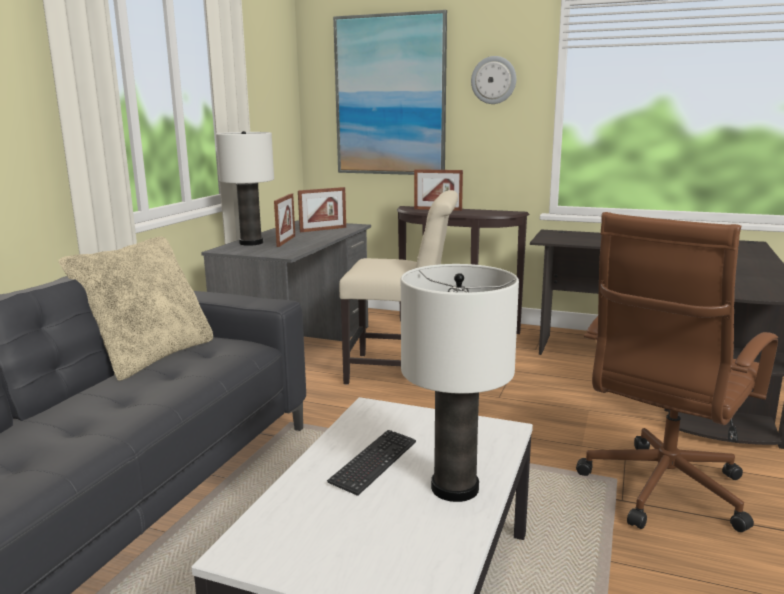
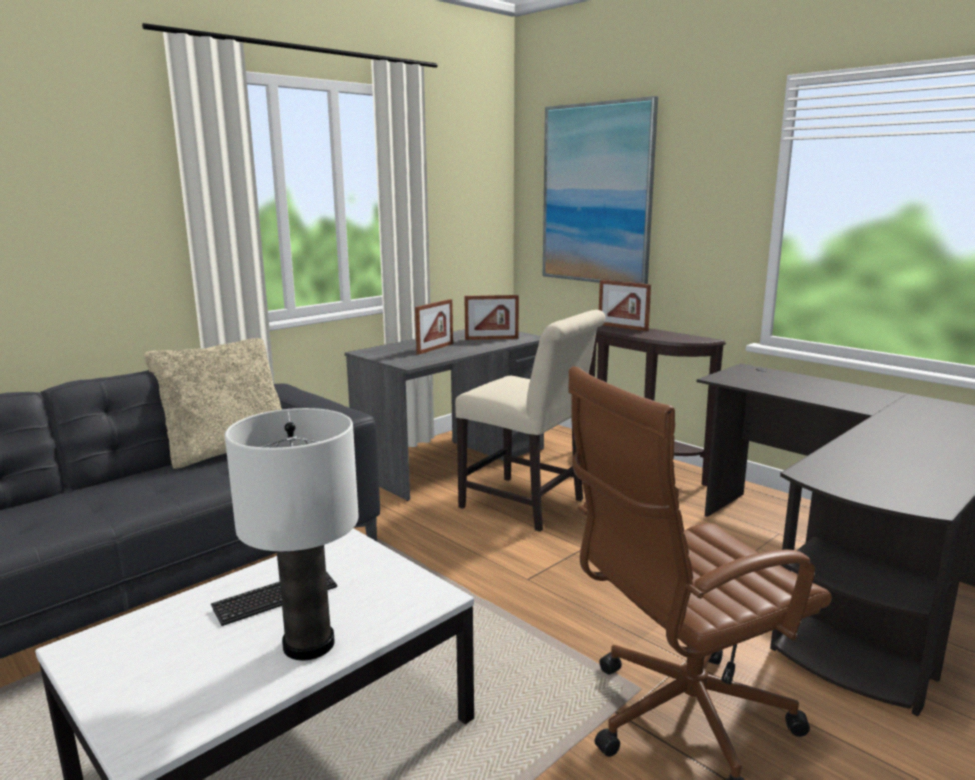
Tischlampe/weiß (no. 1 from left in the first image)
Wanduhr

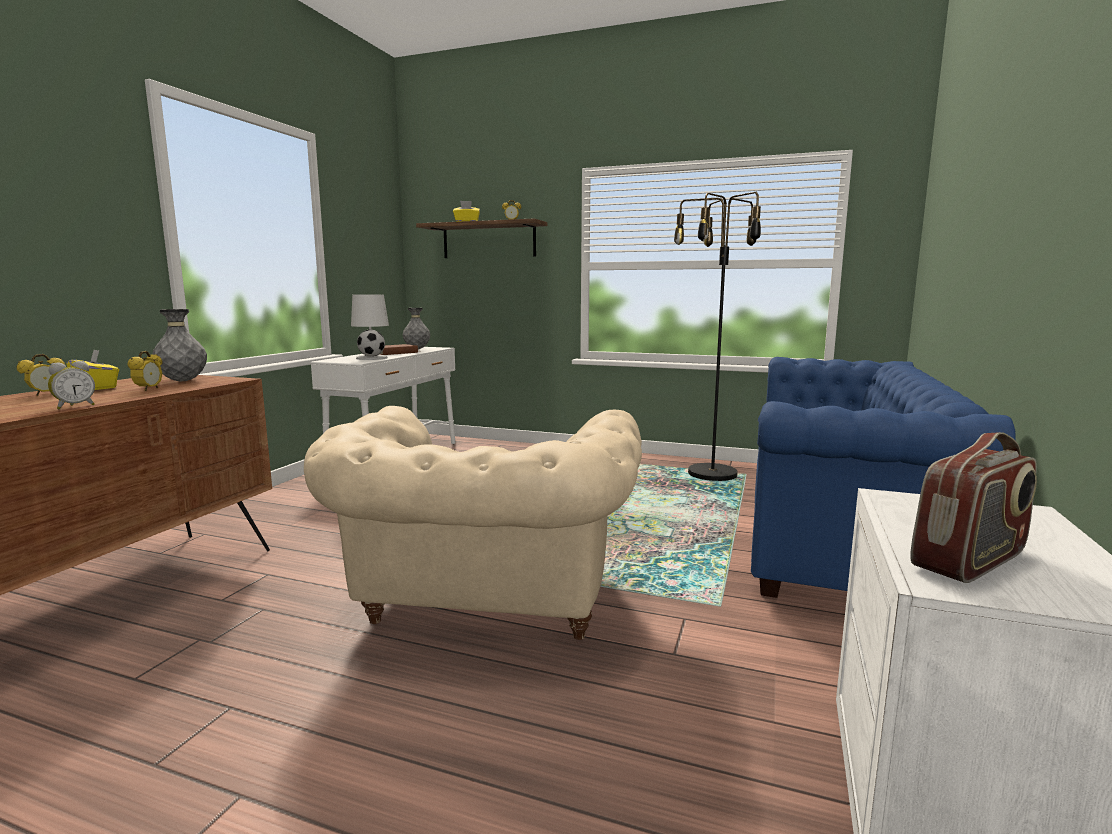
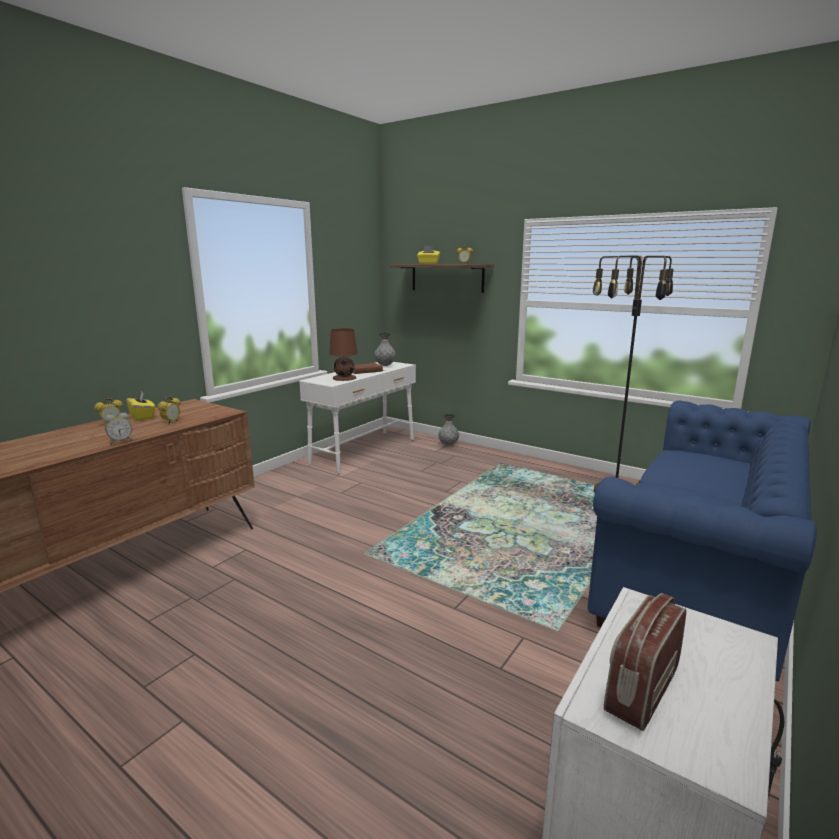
Sessel/beige
Vase/grau (no. 2 from left)
Tischlampe/braun
Radio

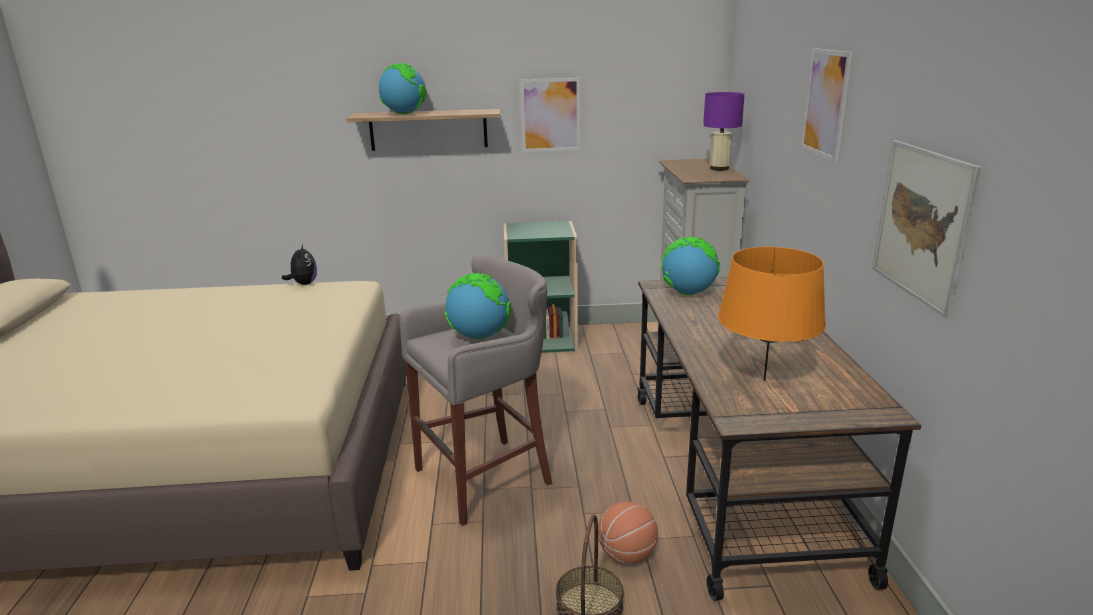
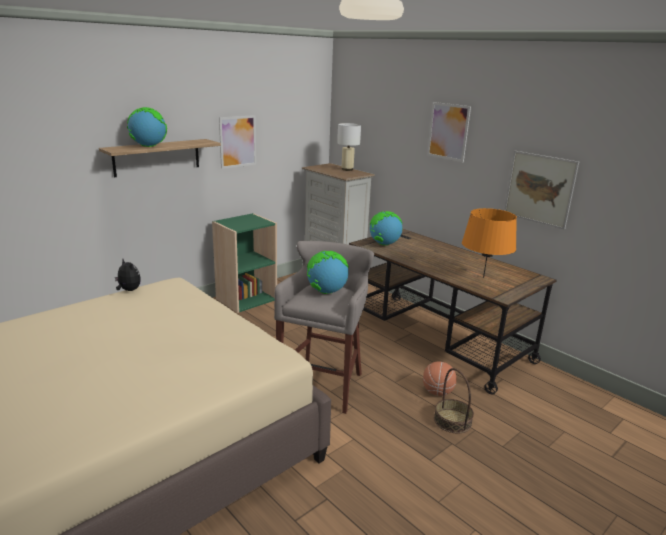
Tischlampe/weiß

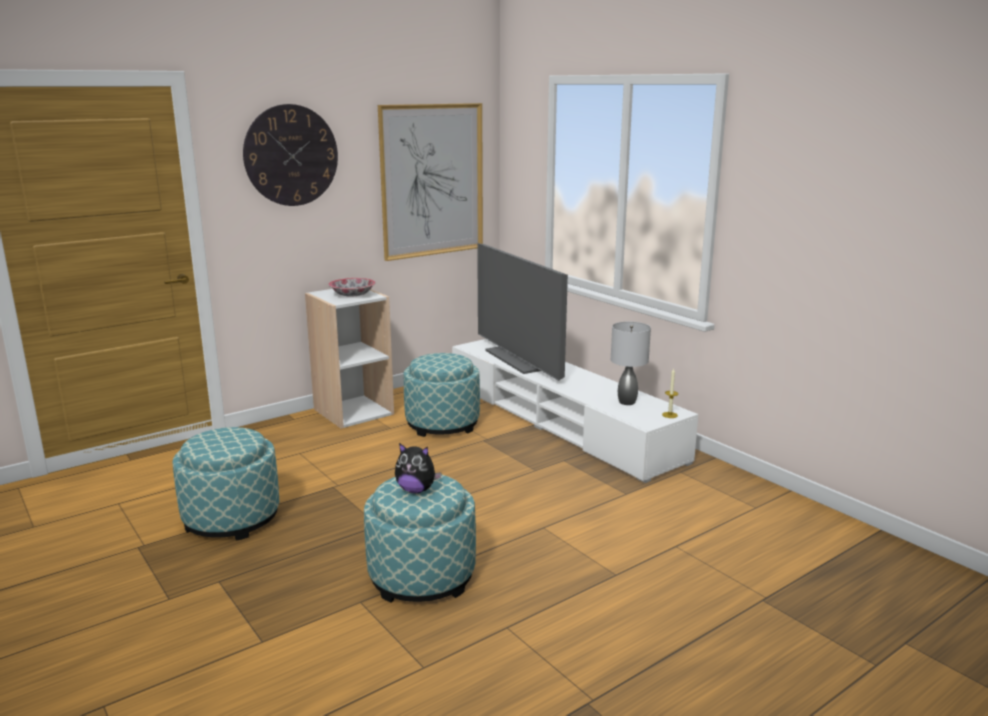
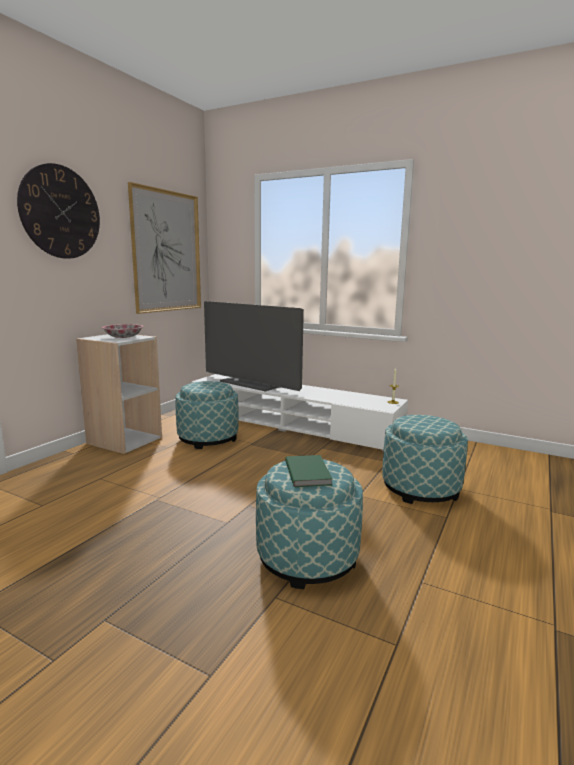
Tischlampe/grau
Polsterhocker (no. 3 from left)
Buch/grün

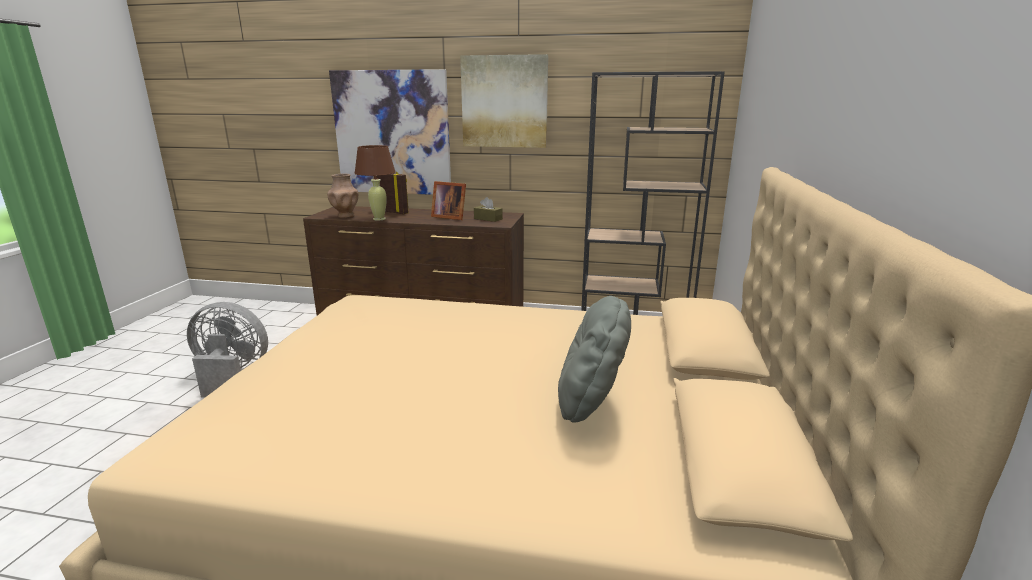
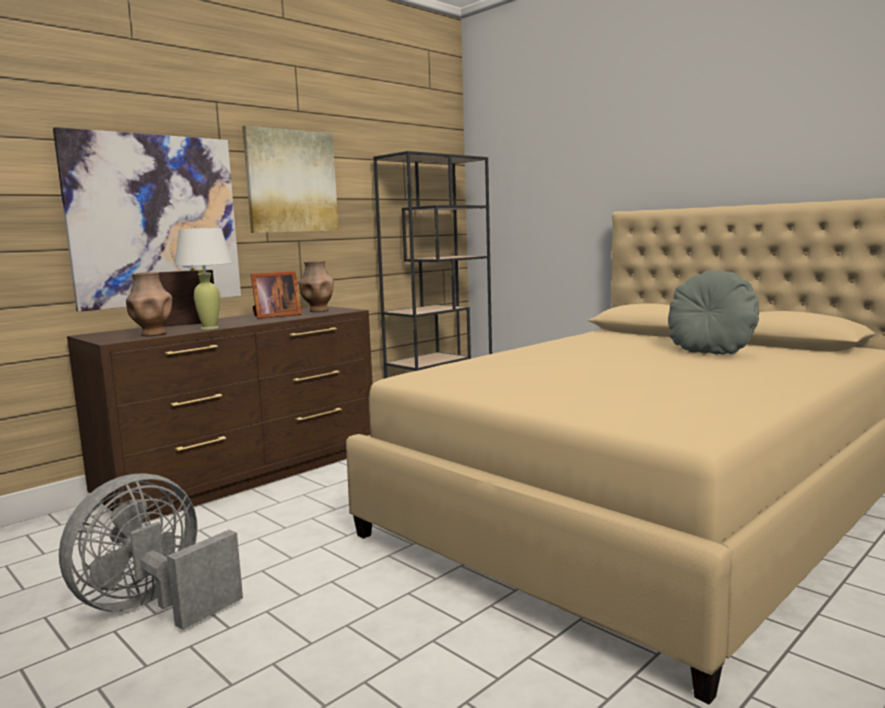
Vase/braun (no. 2 from left)
Tischlampe/weiß

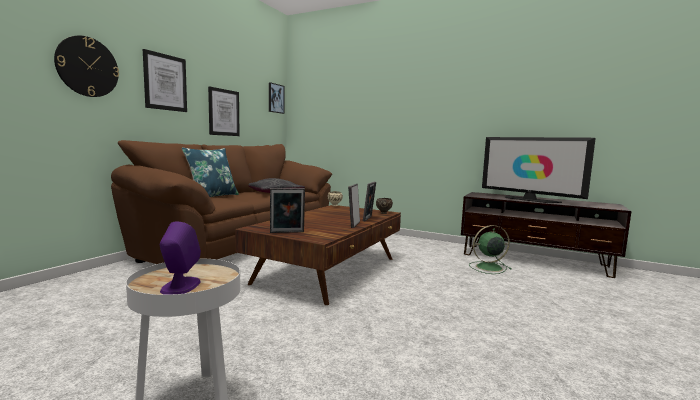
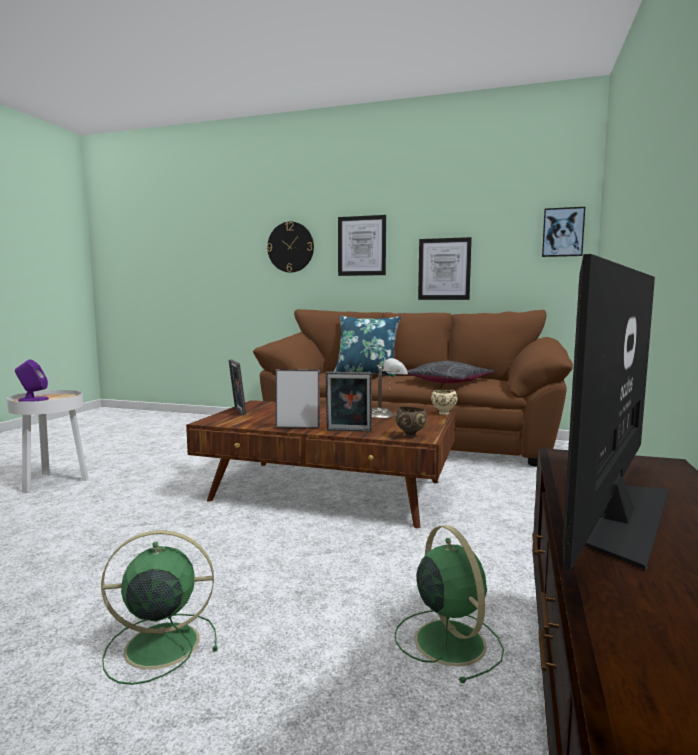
Ventilator/grün (no. 1 from left)
Tischlampe/weiß

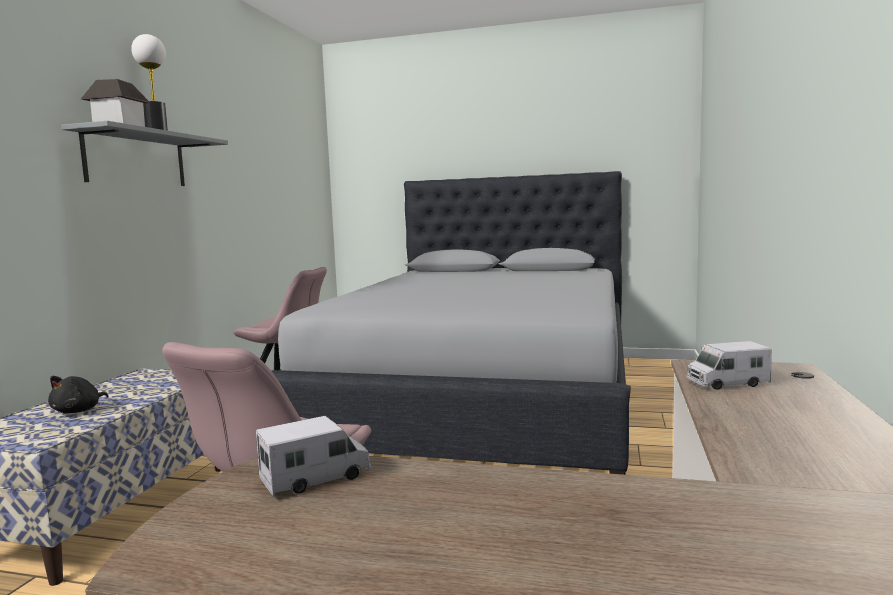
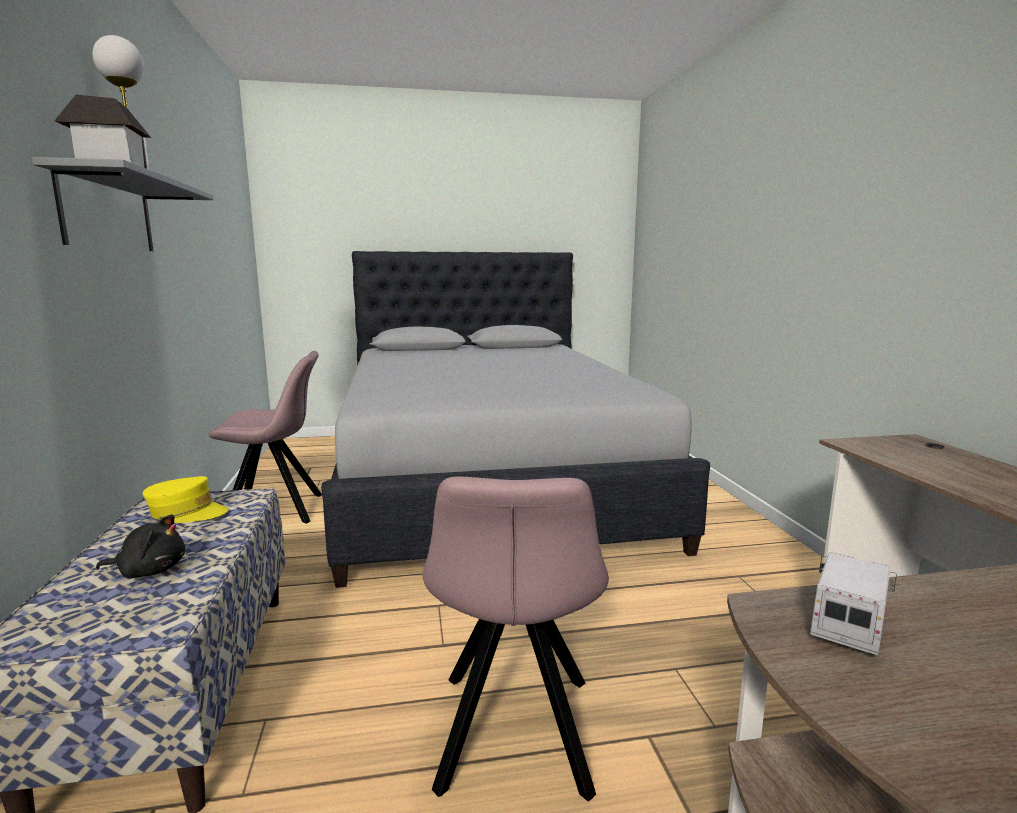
Spielzeuglaster (no. 2 from left in the first image)
Kappe/gelb
Plüschtier/schwarz

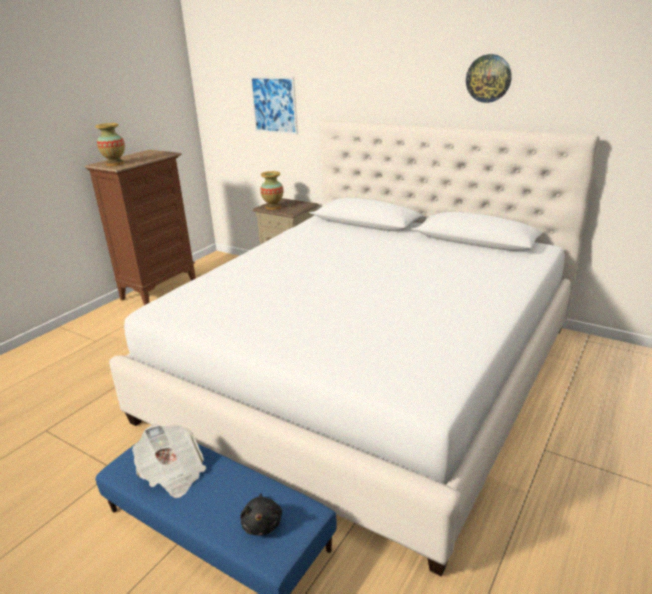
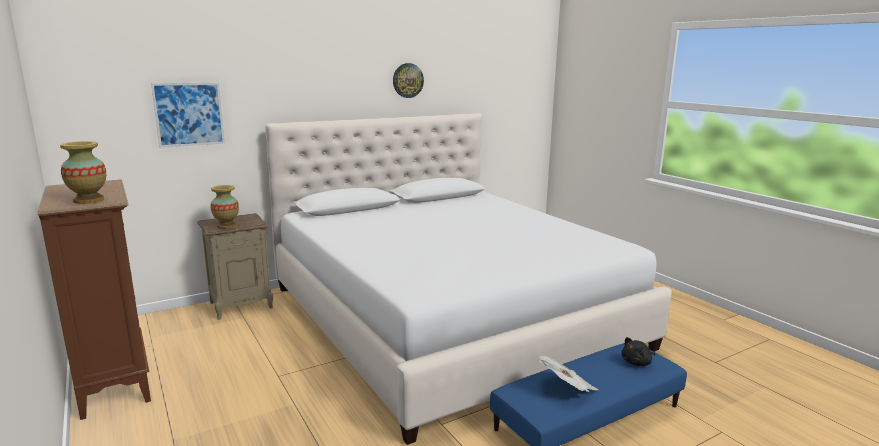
Plüschtier/schwarz

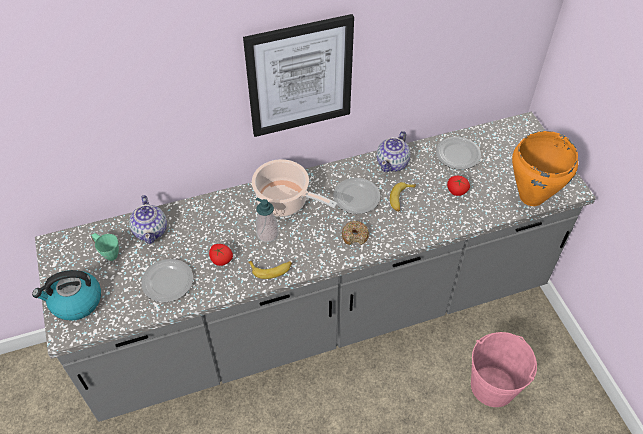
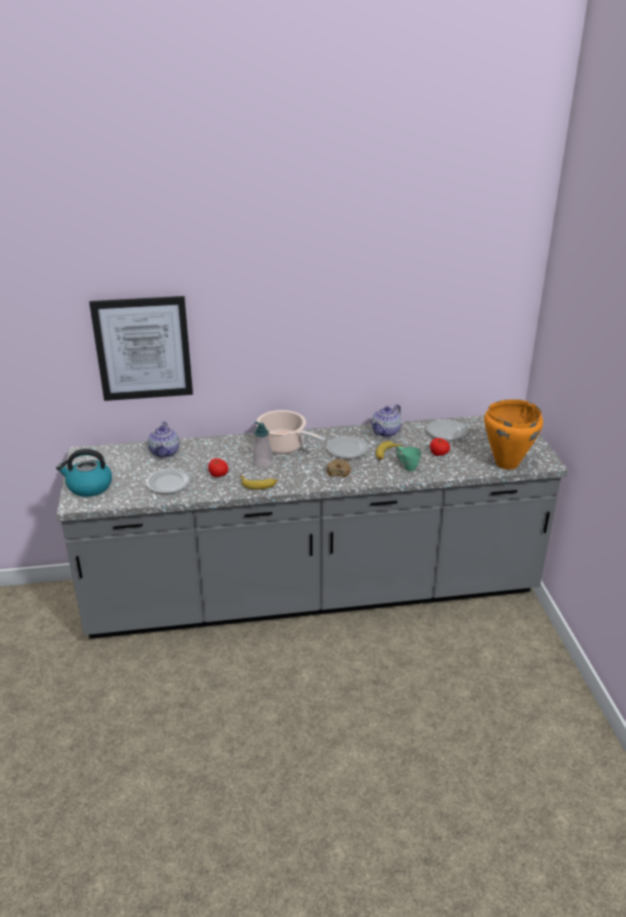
Eimer/rosa
Henkelbecher/grün
Bild

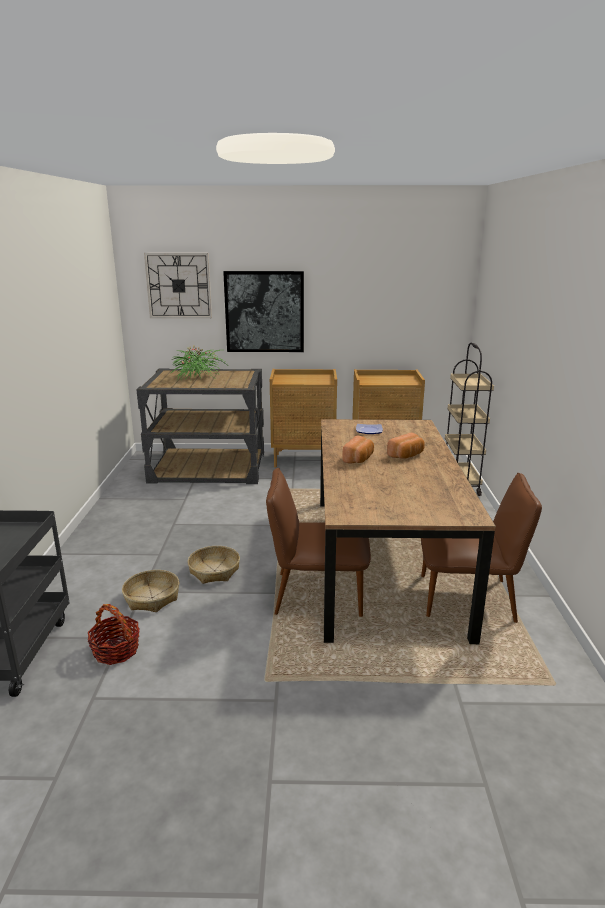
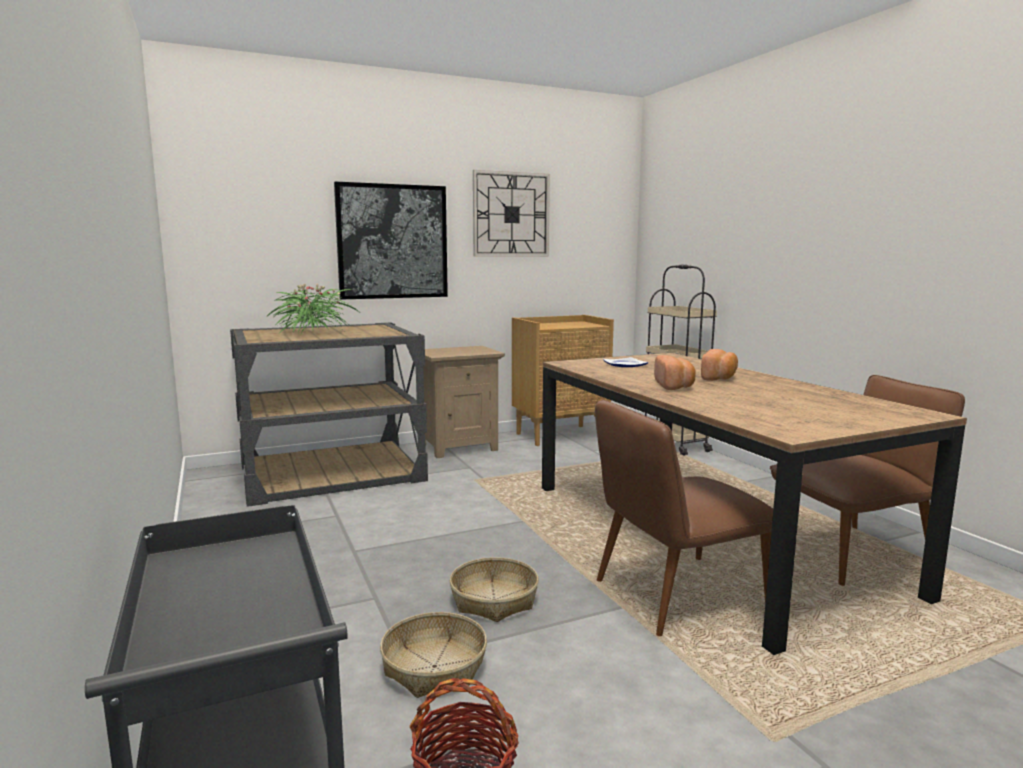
Wanduhr
Nachttisch/beige

